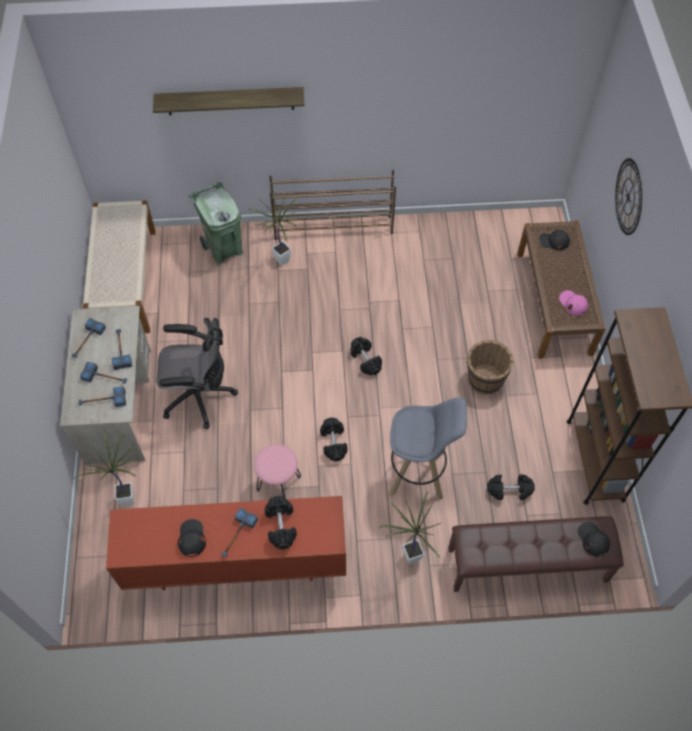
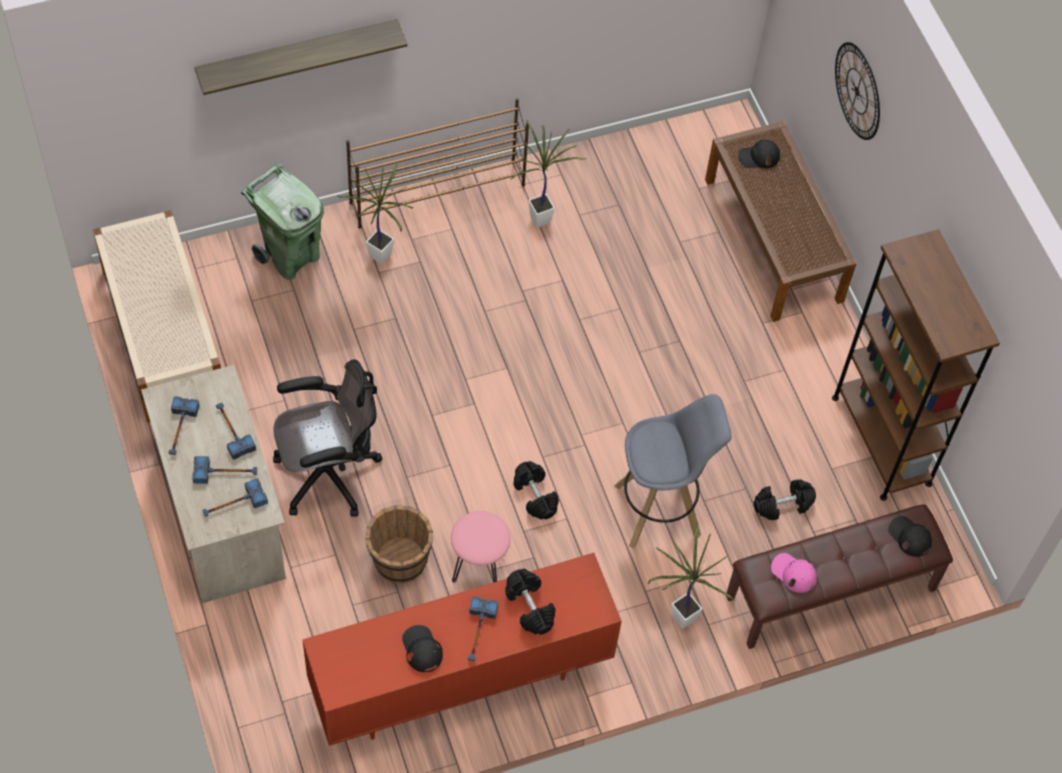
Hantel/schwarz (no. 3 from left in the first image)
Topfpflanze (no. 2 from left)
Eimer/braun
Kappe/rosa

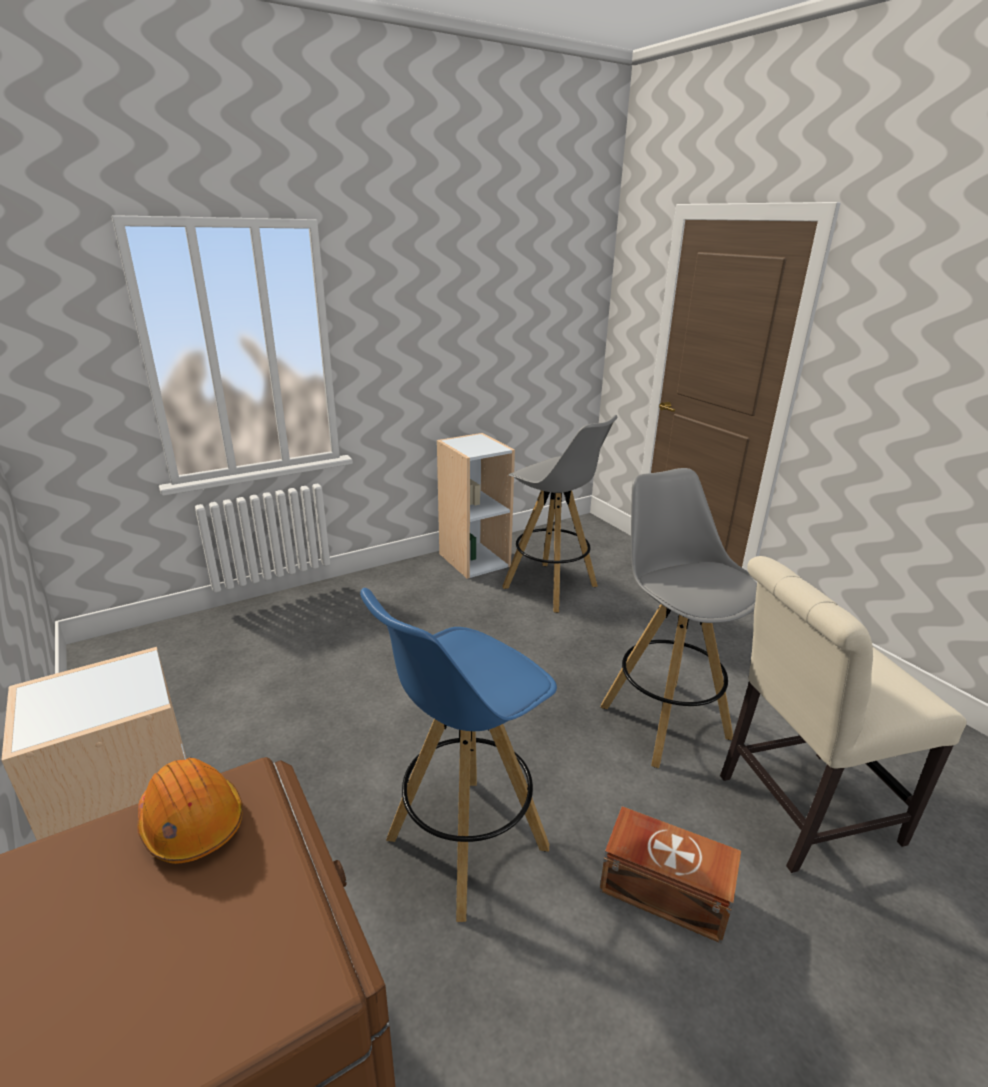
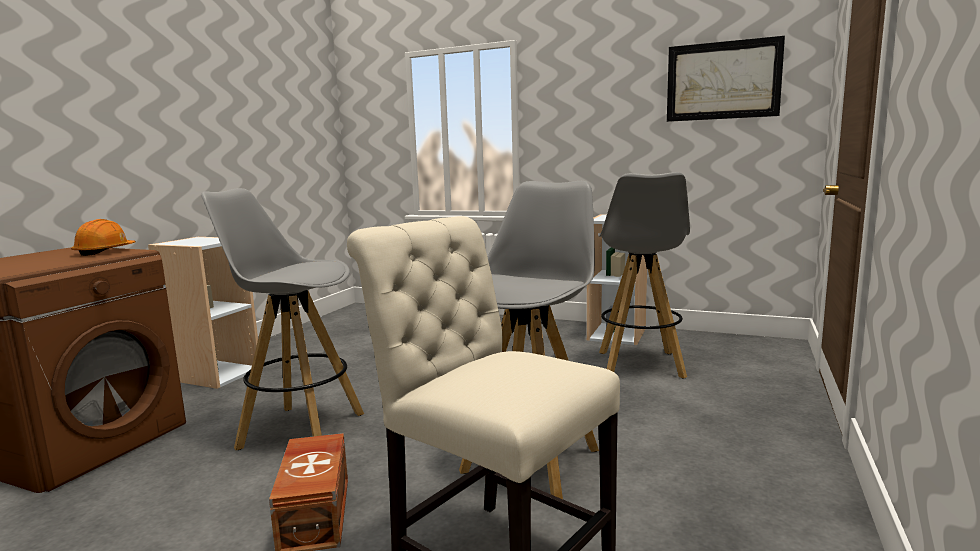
Bild
Hocker/grau (no. 1 from left)

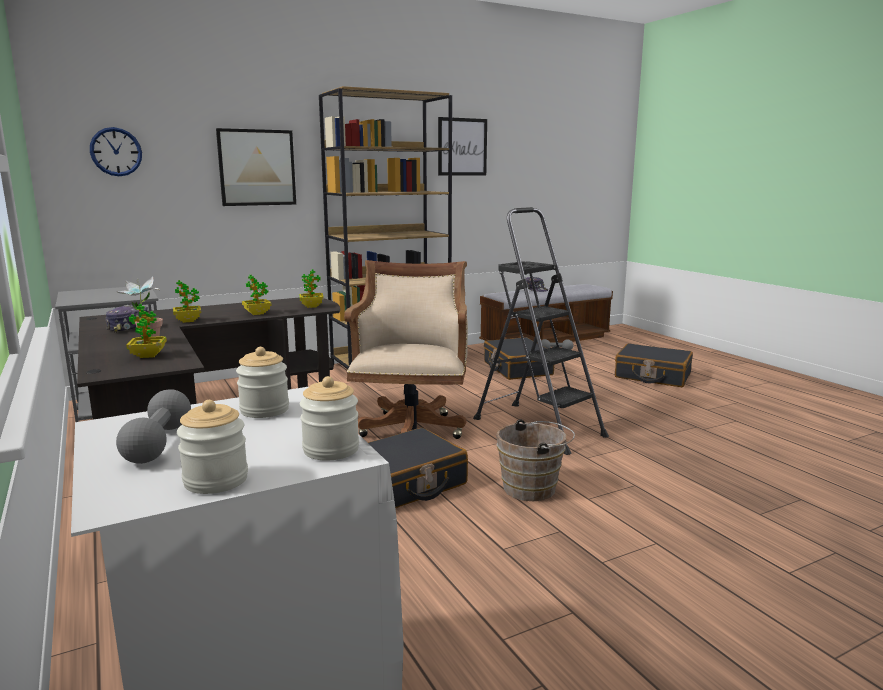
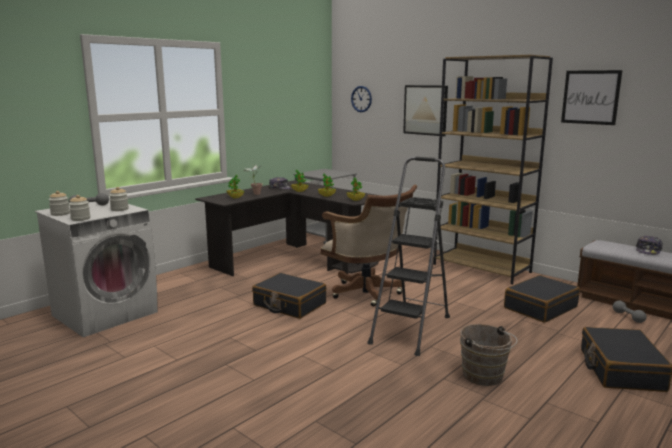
Eimer/braun
Bürostuhl

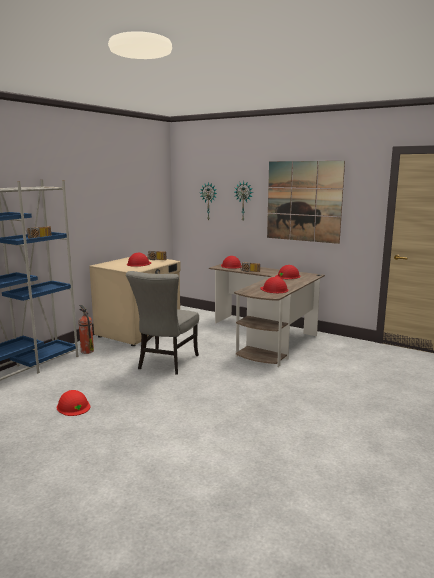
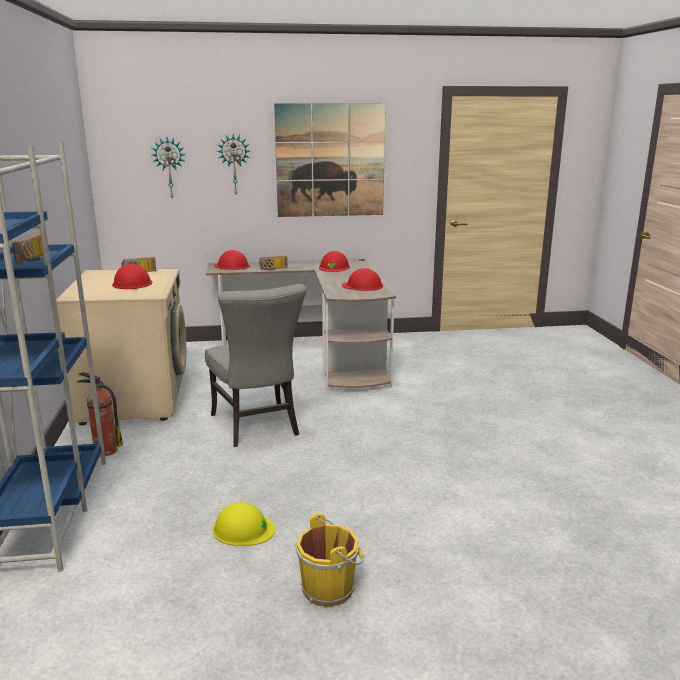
Eimer/gelb
Schutzhelm/gelb

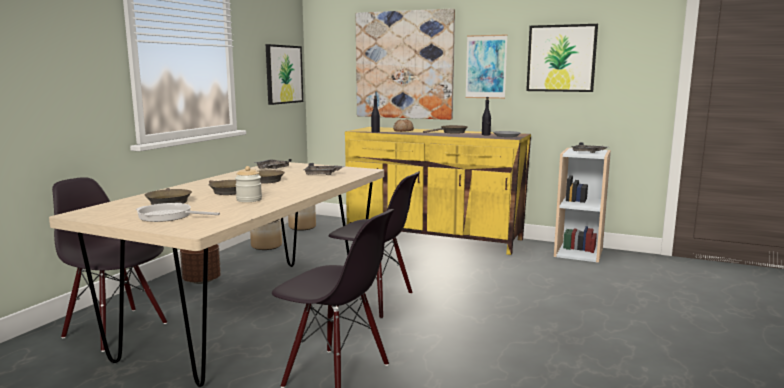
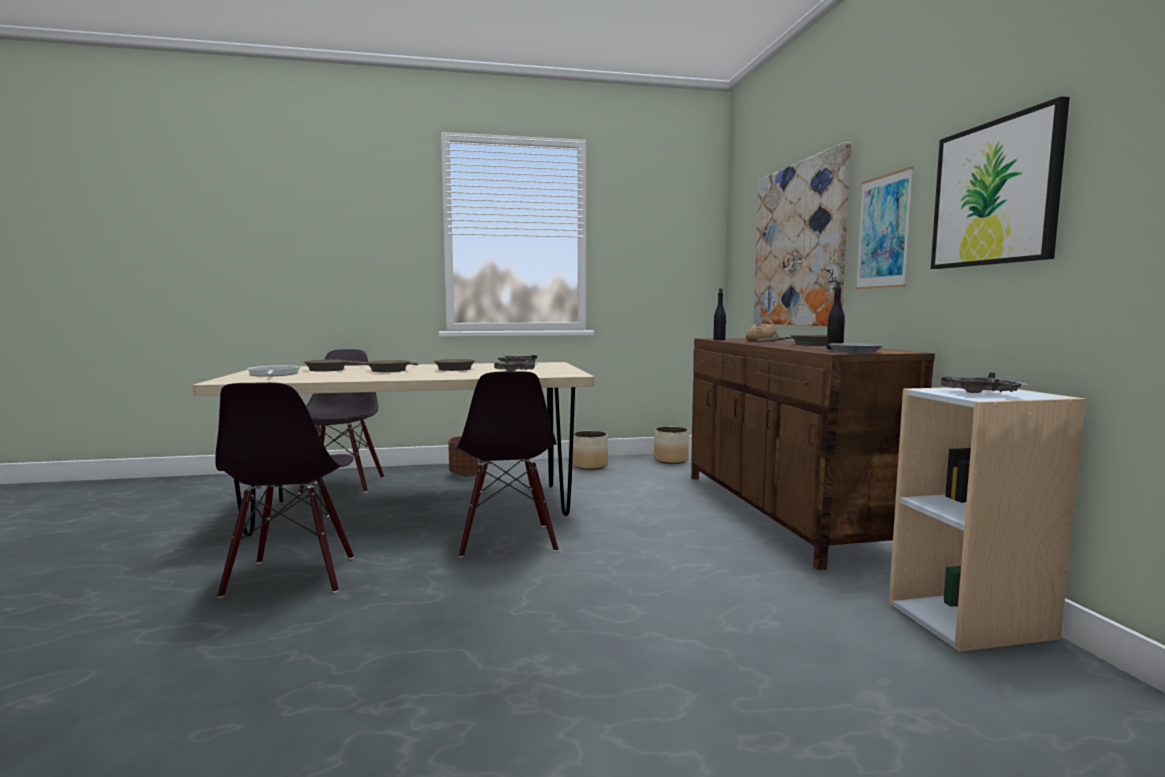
Vorratsglas
Bild (no. 1 from left in the first image)
Schrank/braun

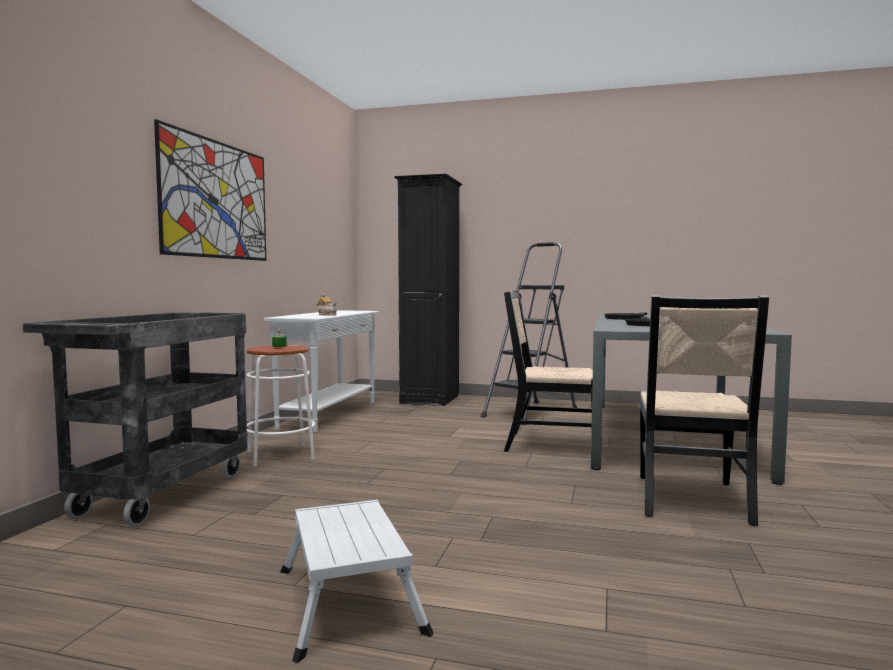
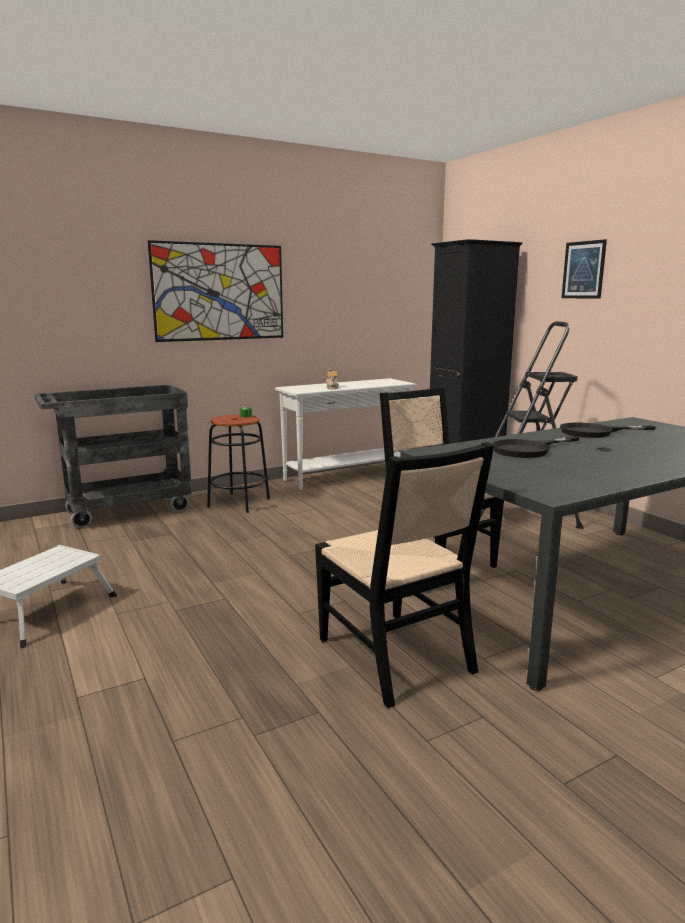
Bild (no. 2 from left)
Hocker/schwarz
Stuhl (no. 1 from left)

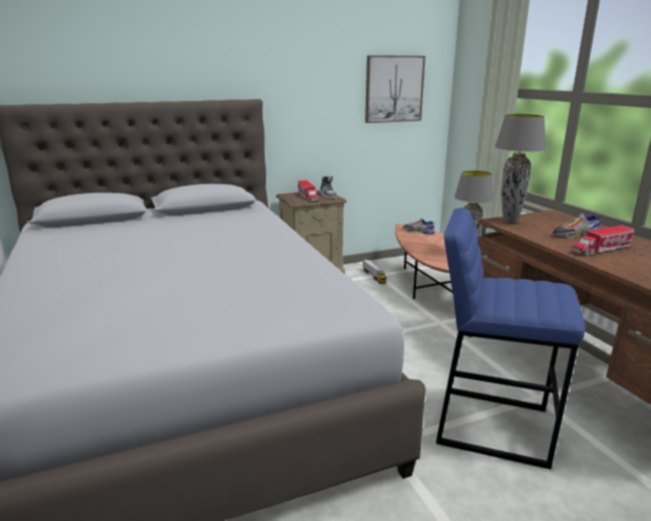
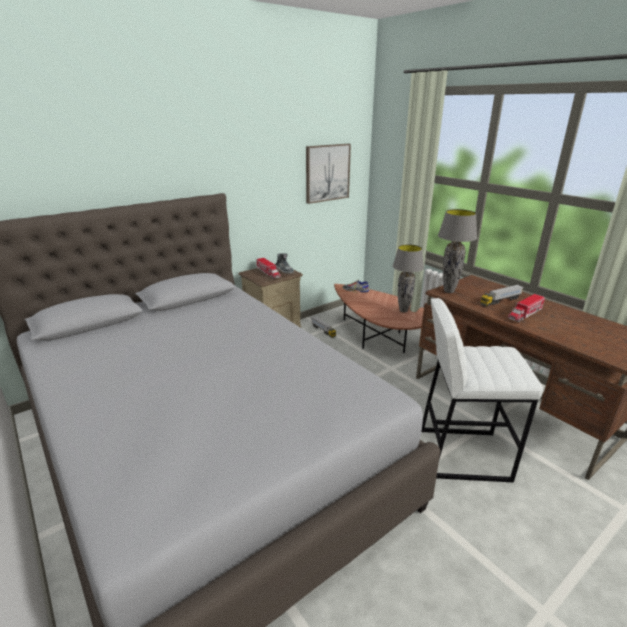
Spielzeuglaster (no. 3 from left)
Hocker/weiß

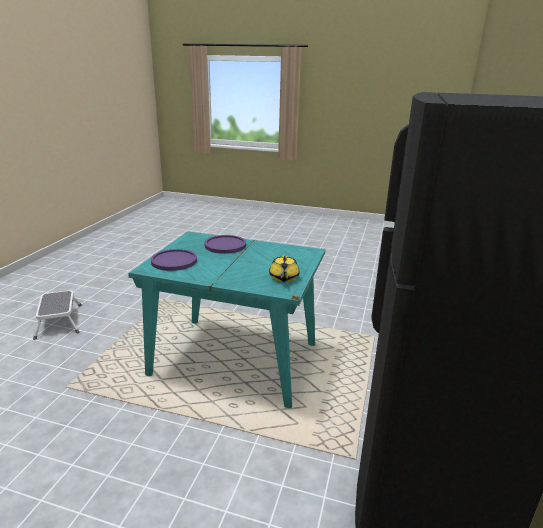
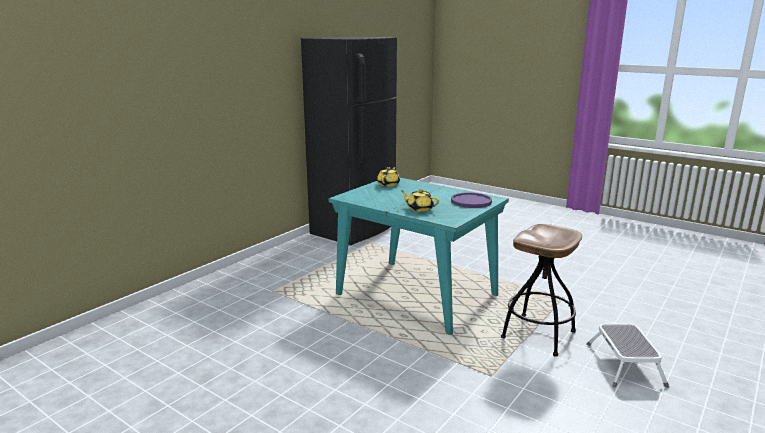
Hocker/braun
Teekanne/gelb (no. 2 from left)

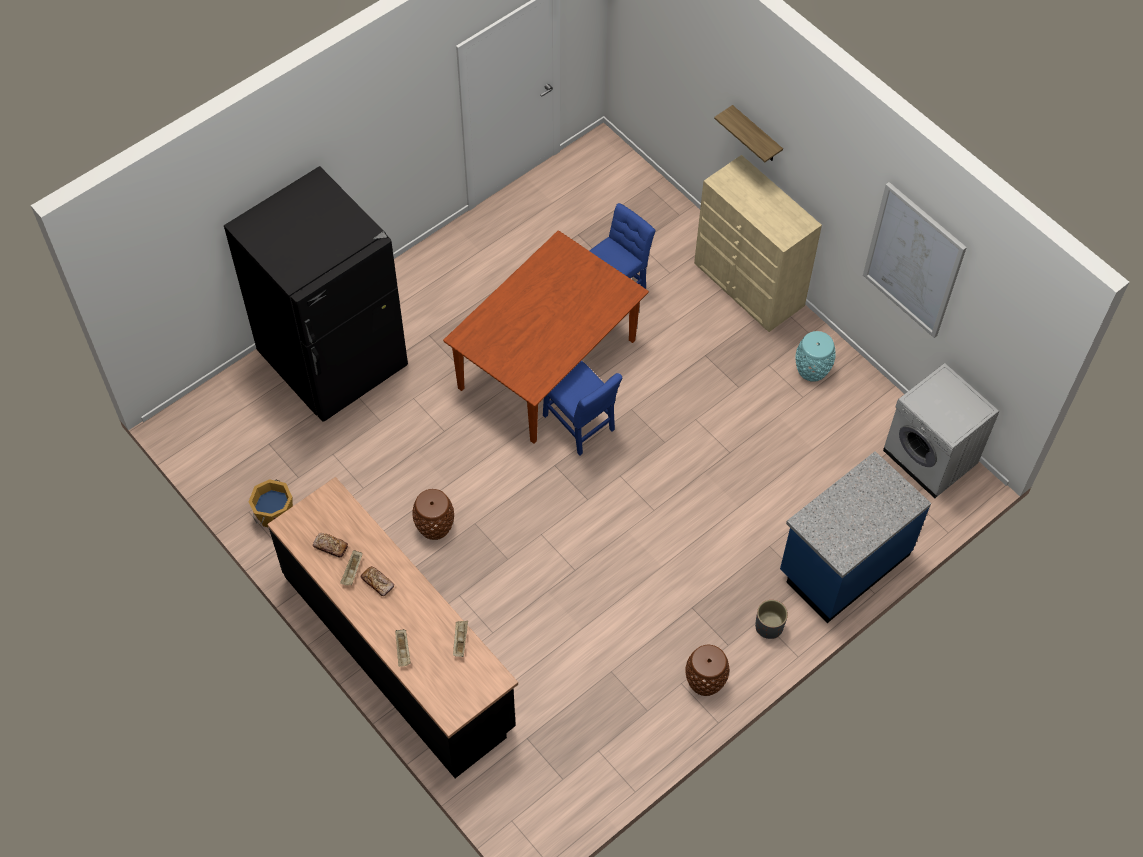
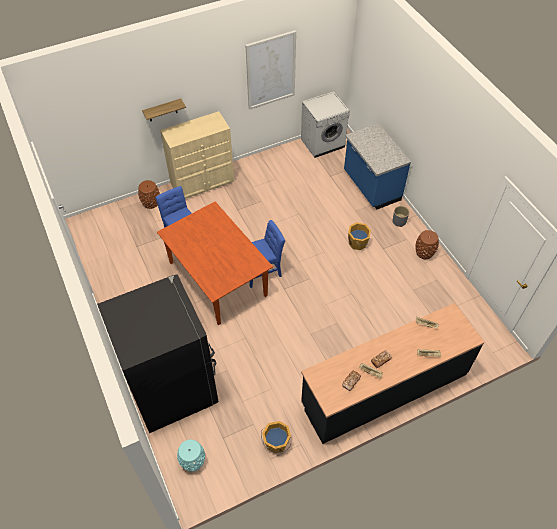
Eimer/orange (no. 2 from left)
Hocker/braun (no. 1 from left)
Hocker/türkis

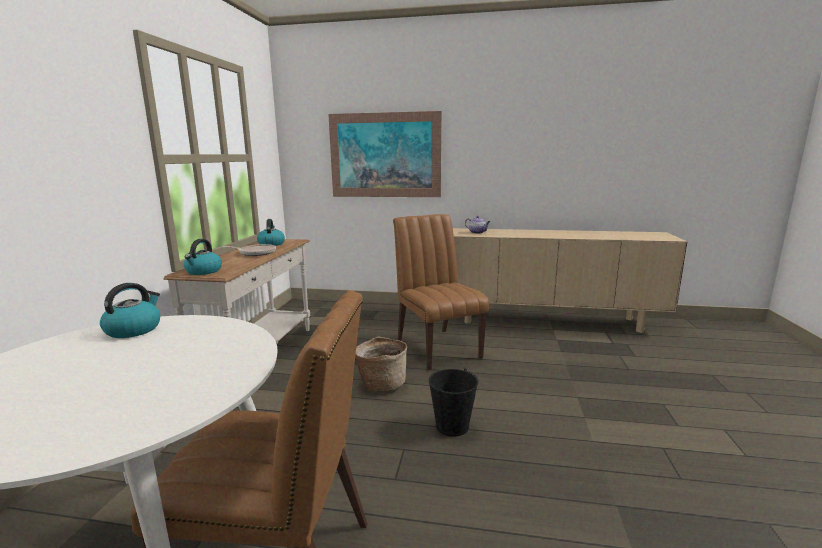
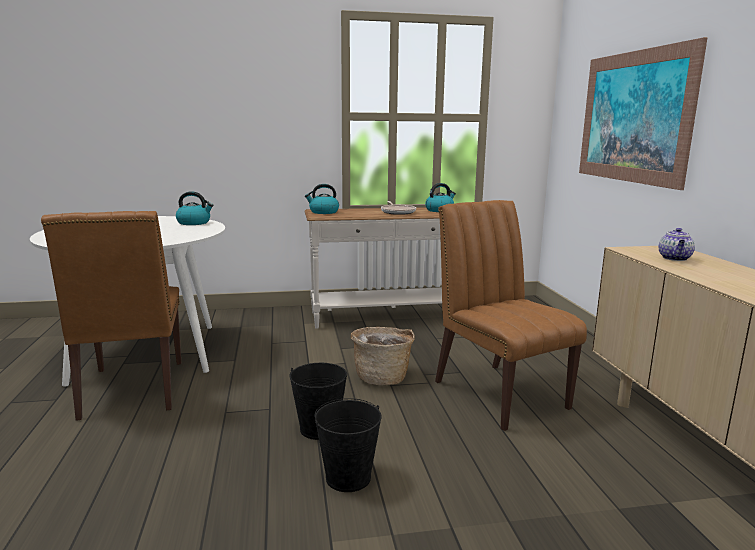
Eimer/schwarz (no. 2 from left)
Stuhl/braun (no. 2 from left)

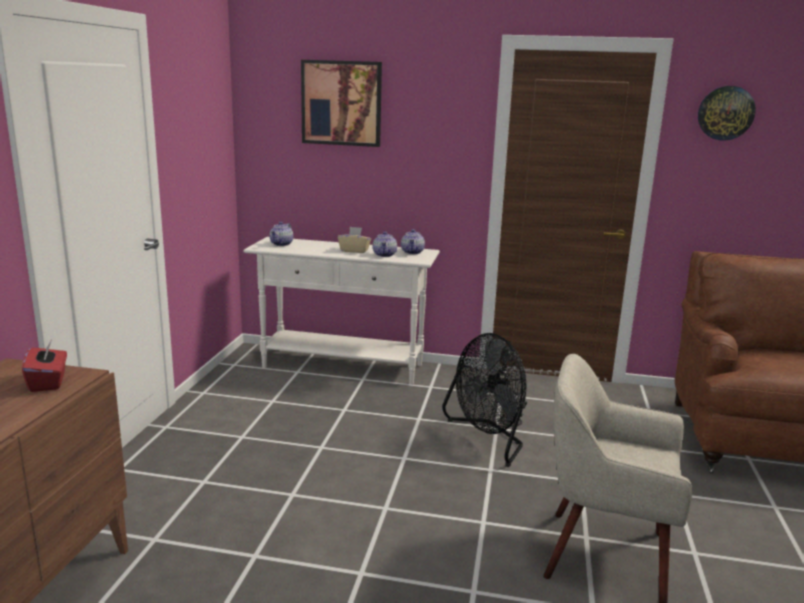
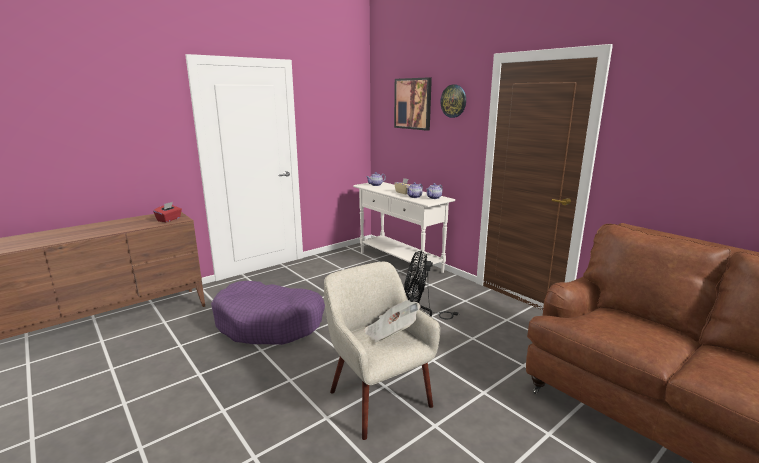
Hundebett/lila
Zeitung
Wanduhr

